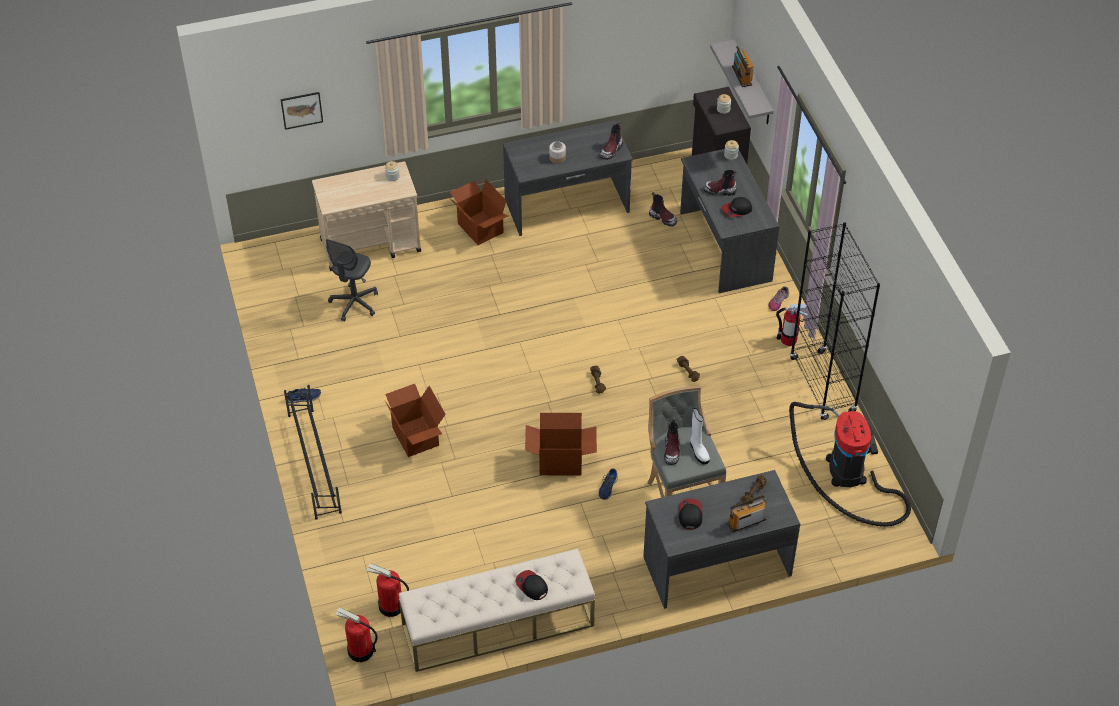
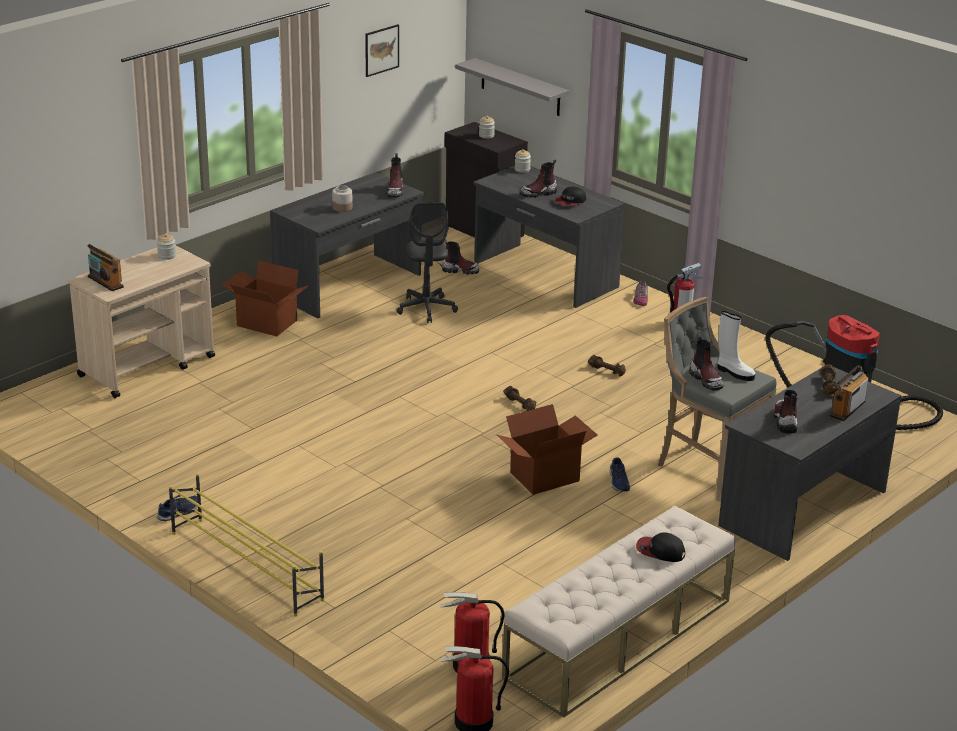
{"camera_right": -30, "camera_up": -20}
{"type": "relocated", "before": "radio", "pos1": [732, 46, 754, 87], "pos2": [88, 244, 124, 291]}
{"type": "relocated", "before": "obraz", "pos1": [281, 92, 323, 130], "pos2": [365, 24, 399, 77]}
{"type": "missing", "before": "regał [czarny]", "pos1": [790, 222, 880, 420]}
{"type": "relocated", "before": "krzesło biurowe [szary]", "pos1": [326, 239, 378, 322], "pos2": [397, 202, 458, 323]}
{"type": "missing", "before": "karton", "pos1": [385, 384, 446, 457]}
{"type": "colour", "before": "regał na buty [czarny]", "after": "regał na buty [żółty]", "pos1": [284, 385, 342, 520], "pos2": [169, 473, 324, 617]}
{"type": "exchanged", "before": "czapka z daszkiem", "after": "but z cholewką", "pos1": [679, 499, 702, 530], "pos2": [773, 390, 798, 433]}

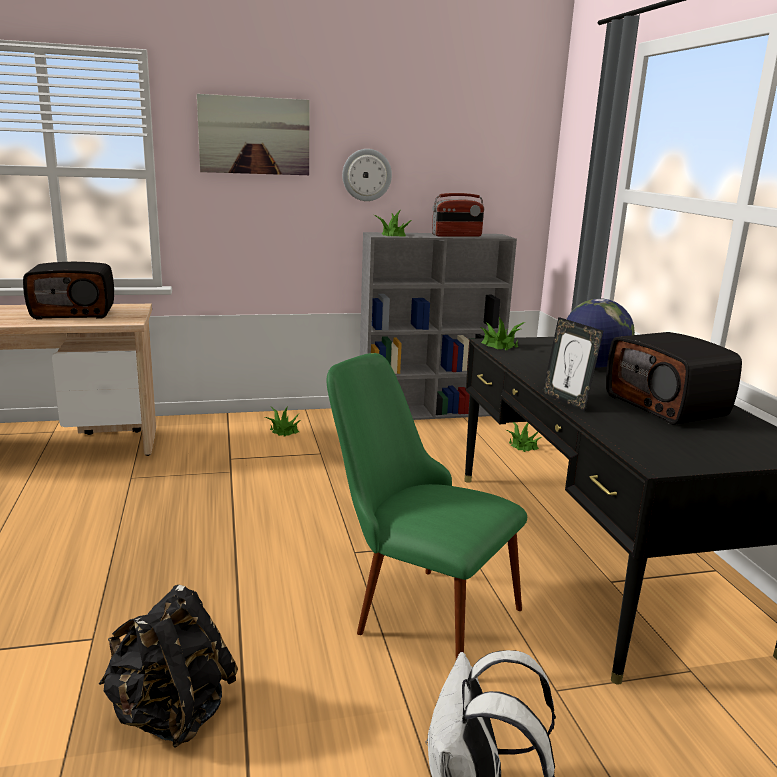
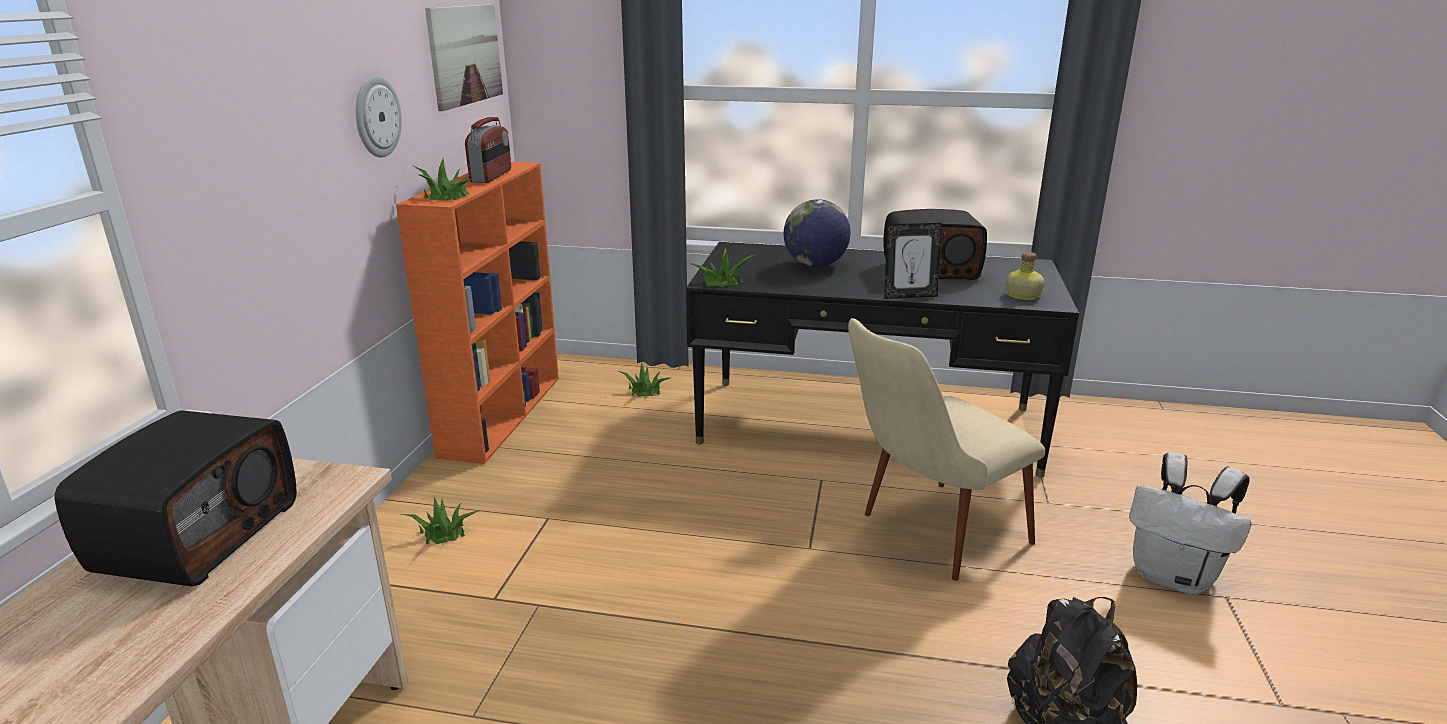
{"camera_right": -65, "camera_up": 5}
{"type": "relocated", "before": "obraz", "pos1": [197, 94, 309, 175], "pos2": [425, 4, 503, 111]}
{"type": "colour", "before": "regał [szary]", "after": "regał [pomarańczowy]", "pos1": [360, 232, 517, 420], "pos2": [396, 162, 559, 464]}
{"type": "colour", "before": "krzesło [zielony]", "after": "krzesło [beżowy]", "pos1": [327, 353, 527, 659], "pos2": [848, 318, 1045, 581]}
{"type": "appeared", "after": "butelka", "pos2": [1006, 252, 1044, 300]}

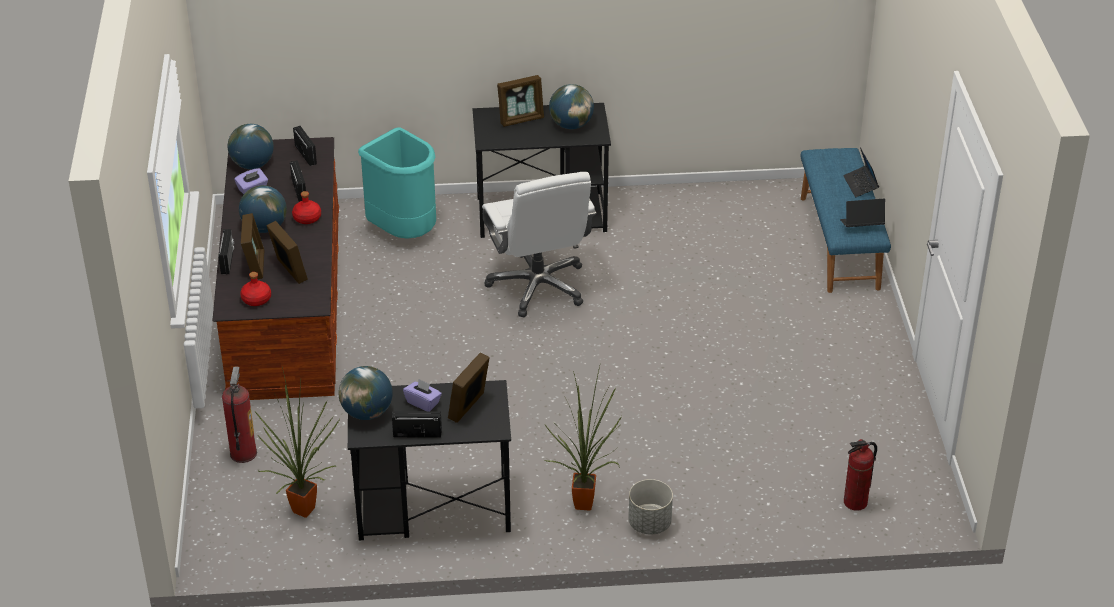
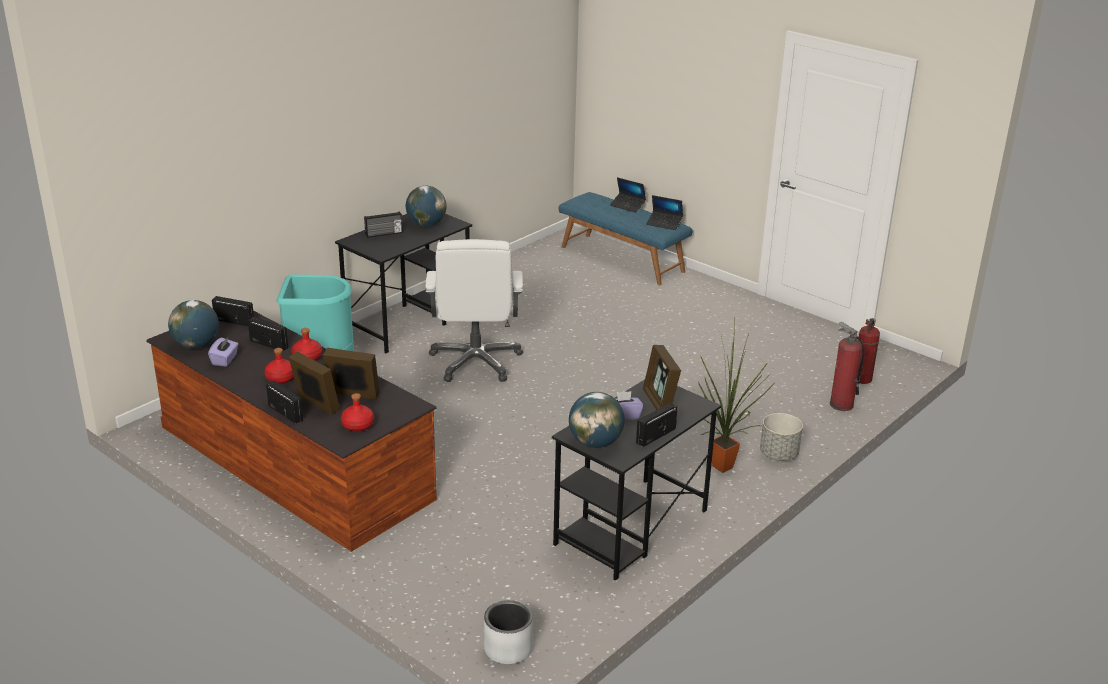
{"camera_right": -45, "camera_up": -10}
{"type": "exchanged", "before": "ramka na zdjęcie", "after": "radio", "pos1": [497, 75, 544, 127], "pos2": [364, 211, 403, 238]}
{"type": "spun", "before": "krzesło biurowe [biały]", "pos1": [482, 172, 597, 317], "pos2": [426, 239, 523, 382], "turn": 60}
{"type": "exchanged", "before": "globus", "after": "butelka [czerwony]", "pos1": [239, 185, 287, 233], "pos2": [264, 348, 294, 384]}
{"type": "spun", "before": "laptop", "pos1": [840, 199, 885, 227], "pos2": [646, 195, 683, 230], "turn": -105}
{"type": "relocated", "before": "gaśnica", "pos1": [222, 366, 257, 463], "pos2": [830, 322, 865, 411]}
{"type": "missing", "before": "roślina doniczkowa", "pos1": [255, 367, 340, 518]}
{"type": "appeared", "after": "donica [szary]", "pos2": [484, 600, 533, 664]}

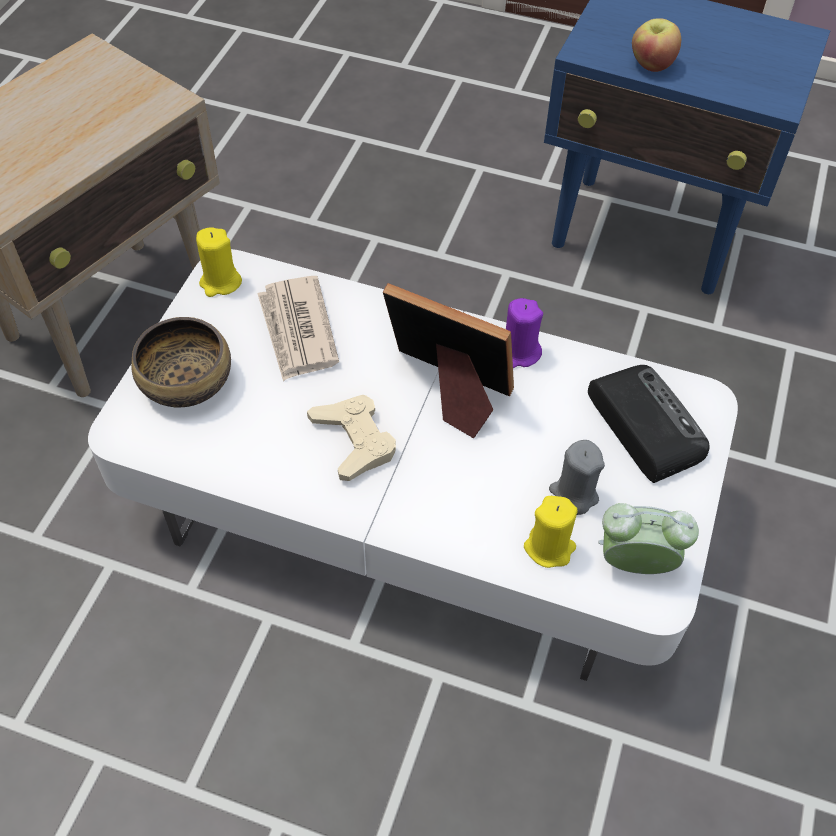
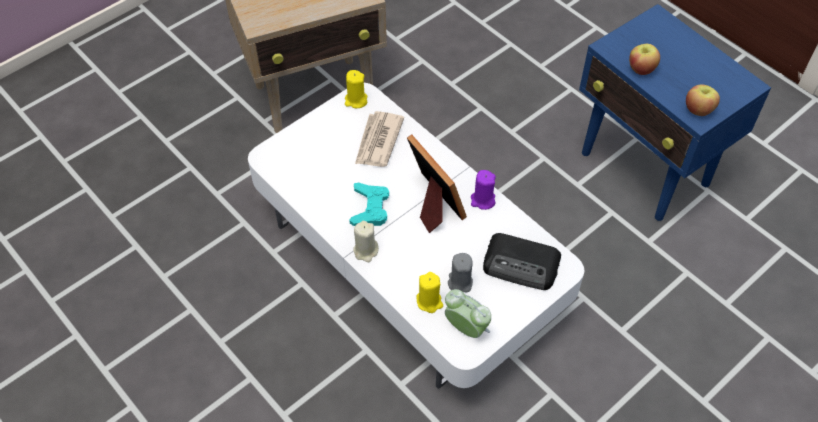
{"camera_right": 30, "camera_up": 0}
{"type": "missing", "before": "miska", "pos1": [131, 317, 231, 408]}
{"type": "spun", "before": "radio", "pos1": [588, 365, 709, 483], "pos2": [483, 233, 561, 290], "turn": 105}
{"type": "colour", "before": "pad do gier [beżowy]", "after": "pad do gier [turkusowy]", "pos1": [307, 395, 396, 481], "pos2": [349, 183, 389, 226]}
{"type": "appeared", "after": "jabłko", "pos2": [686, 84, 720, 116]}
{"type": "appeared", "after": "świeca [beżowy]", "pos2": [353, 221, 379, 262]}

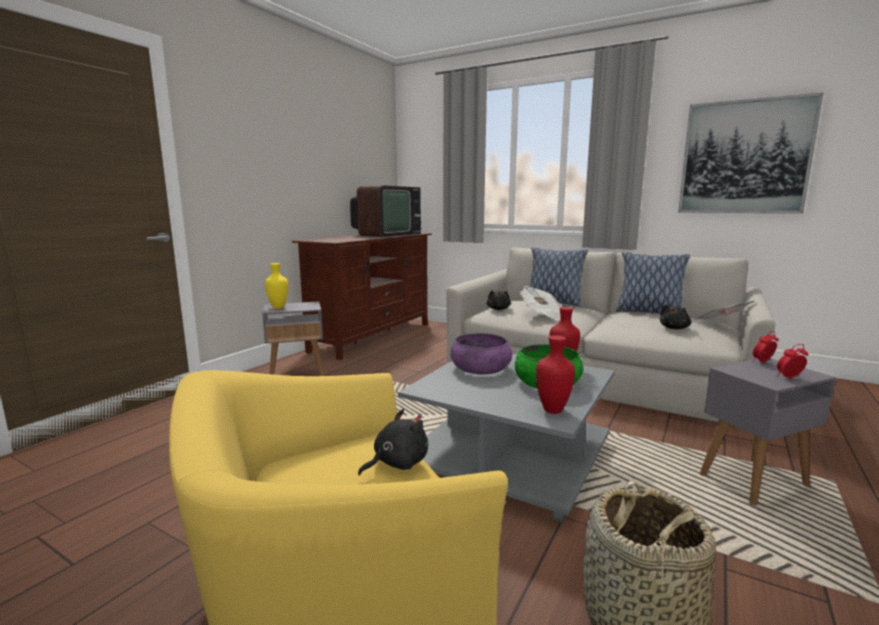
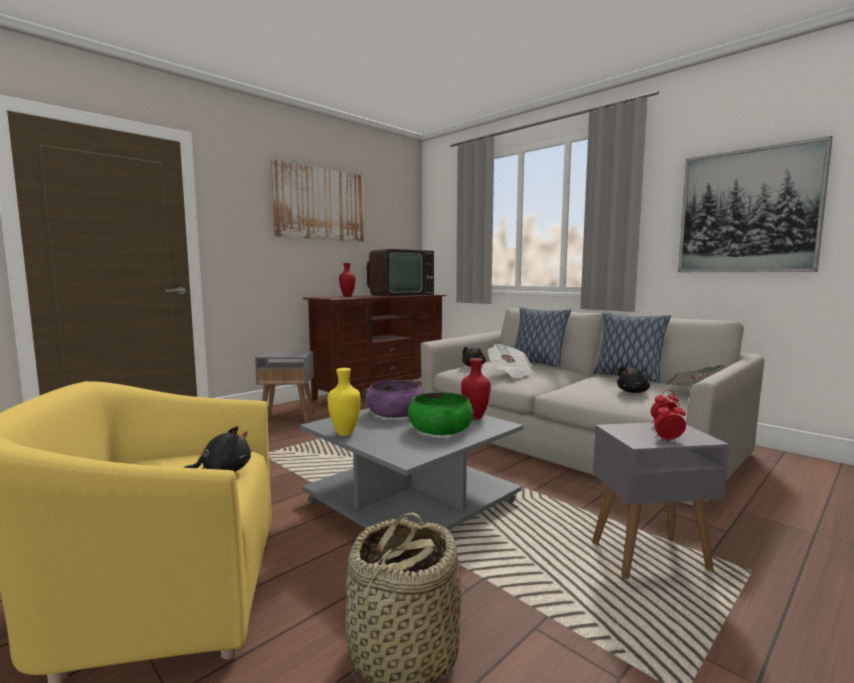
{"camera_right": 15, "camera_up": -5}
{"type": "relocated", "before": "wazon [żółty]", "pos1": [265, 263, 288, 309], "pos2": [327, 368, 361, 436]}
{"type": "relocated", "before": "wazon [czerwony]", "pos1": [536, 335, 575, 414], "pos2": [339, 263, 356, 297]}
{"type": "appeared", "after": "obraz", "pos2": [271, 159, 365, 242]}

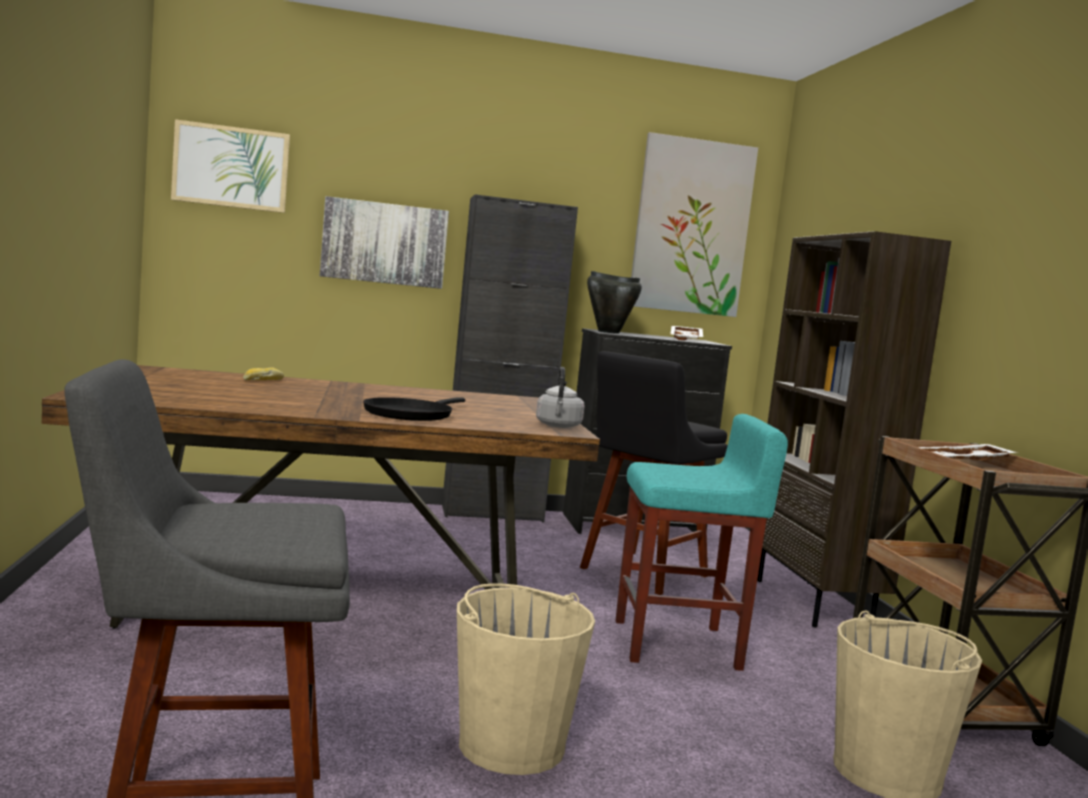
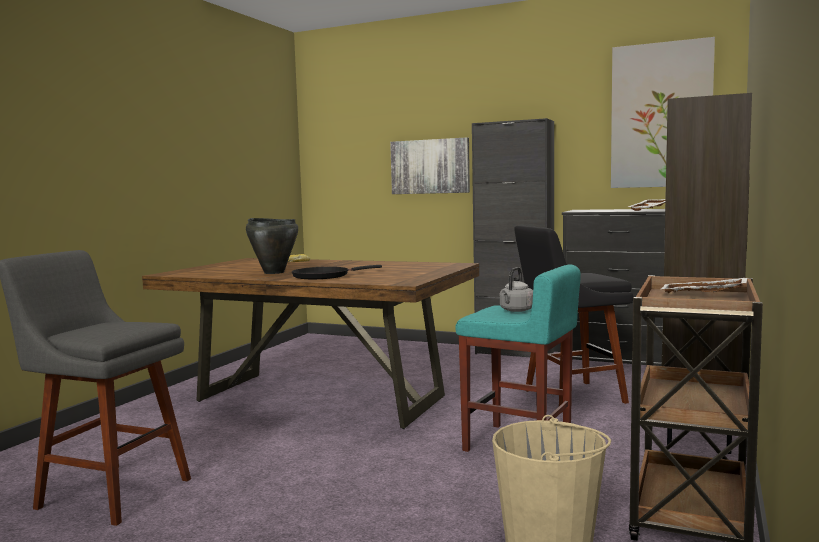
{"camera_right": 35, "camera_up": 0}
{"type": "missing", "before": "obraz", "pos1": [171, 119, 290, 213]}
{"type": "relocated", "before": "garnek [czarny]", "pos1": [587, 271, 642, 334], "pos2": [246, 218, 298, 274]}
{"type": "relocated", "before": "czajnik [szary]", "pos1": [536, 367, 585, 428], "pos2": [500, 267, 533, 312]}
{"type": "missing", "before": "wiadro [beżowy]", "pos1": [457, 583, 595, 775]}

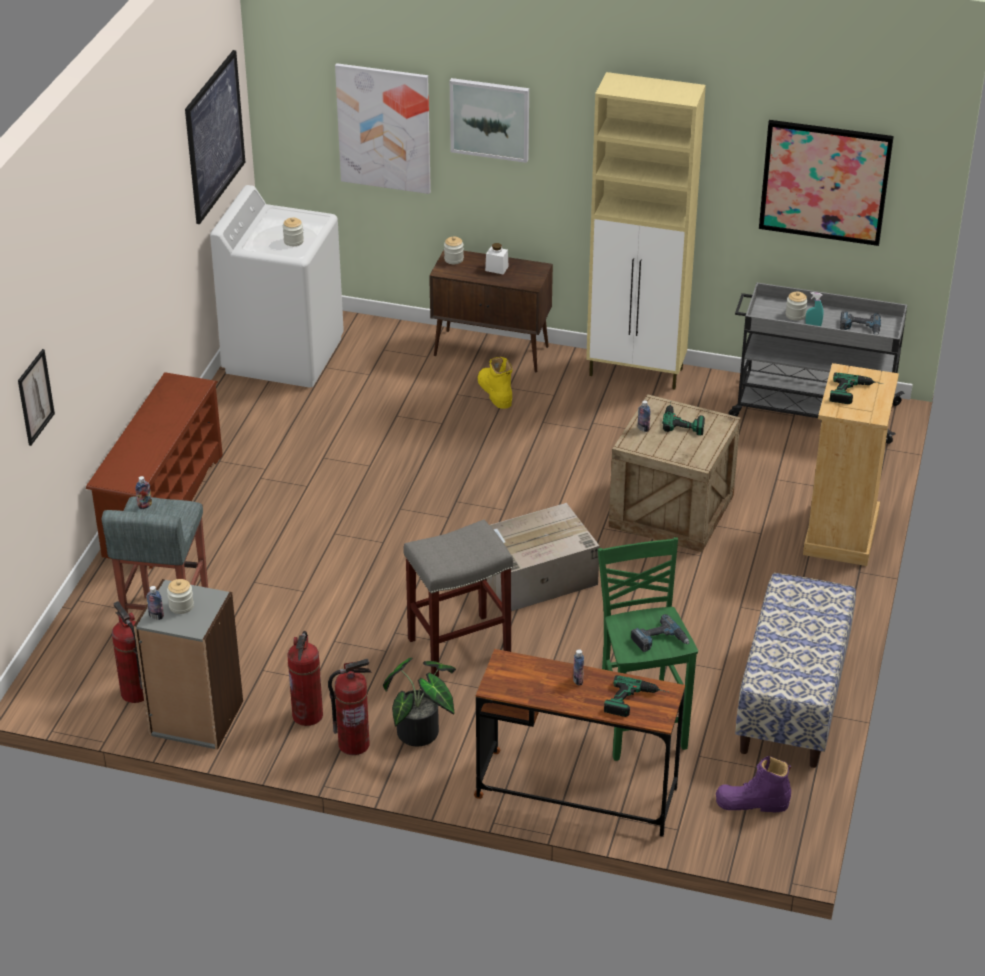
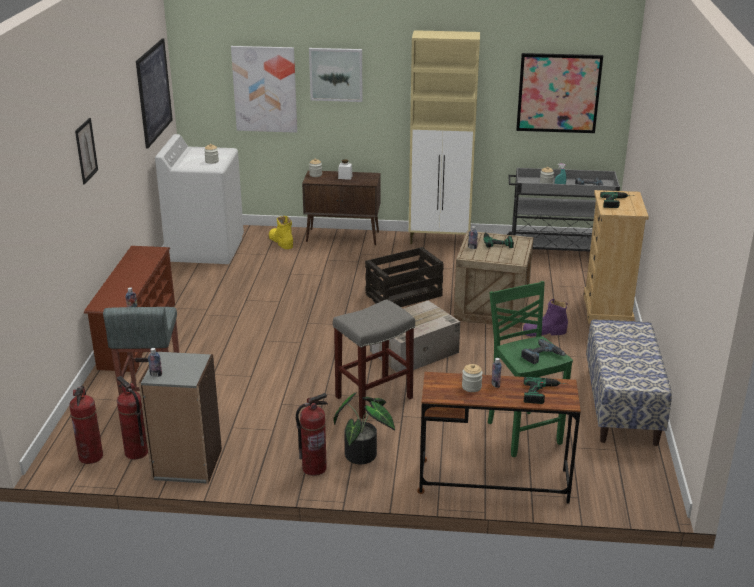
{"camera_right": -10, "camera_up": -10}
{"type": "relocated", "before": "obraz", "pos1": [18, 349, 55, 446], "pos2": [75, 118, 98, 184]}
{"type": "relocated", "before": "but z cholewką [żółty]", "pos1": [478, 357, 512, 409], "pos2": [269, 216, 293, 249]}
{"type": "relocated", "before": "słoik", "pos1": [167, 579, 194, 614], "pos2": [462, 364, 483, 392]}
{"type": "relocated", "before": "gaśnica", "pos1": [288, 631, 323, 726], "pos2": [69, 386, 103, 464]}
{"type": "relocated", "before": "but z cholewką [fioletowy]", "pos1": [716, 756, 791, 813], "pos2": [523, 299, 568, 337]}
{"type": "appeared", "after": "skrzynka", "pos2": [365, 247, 444, 307]}

